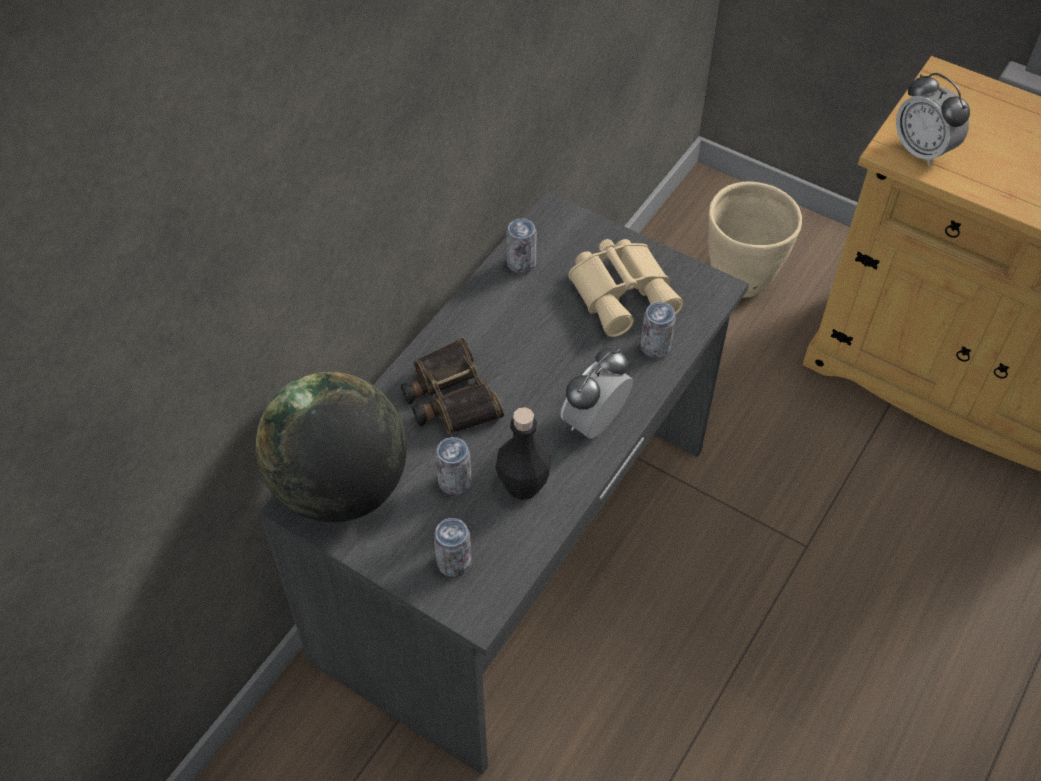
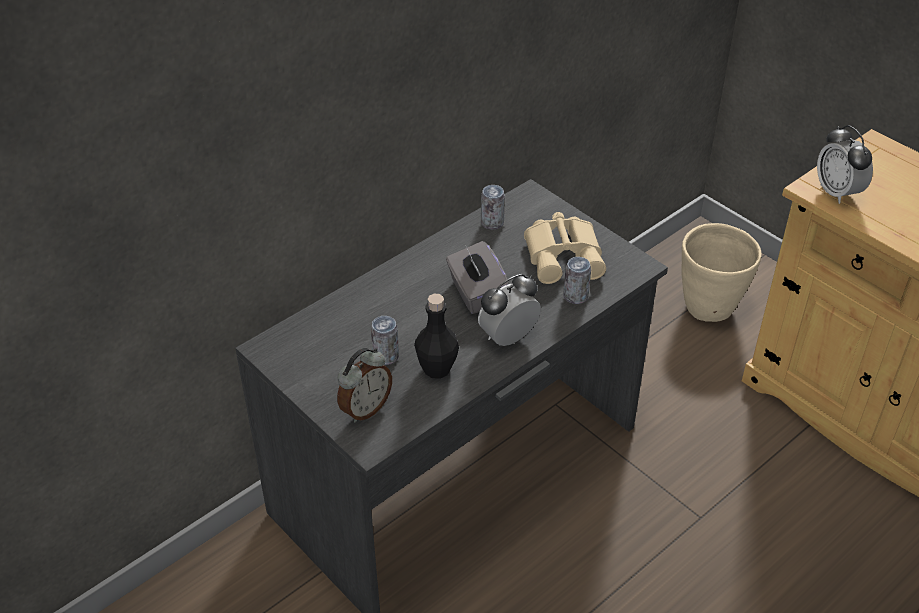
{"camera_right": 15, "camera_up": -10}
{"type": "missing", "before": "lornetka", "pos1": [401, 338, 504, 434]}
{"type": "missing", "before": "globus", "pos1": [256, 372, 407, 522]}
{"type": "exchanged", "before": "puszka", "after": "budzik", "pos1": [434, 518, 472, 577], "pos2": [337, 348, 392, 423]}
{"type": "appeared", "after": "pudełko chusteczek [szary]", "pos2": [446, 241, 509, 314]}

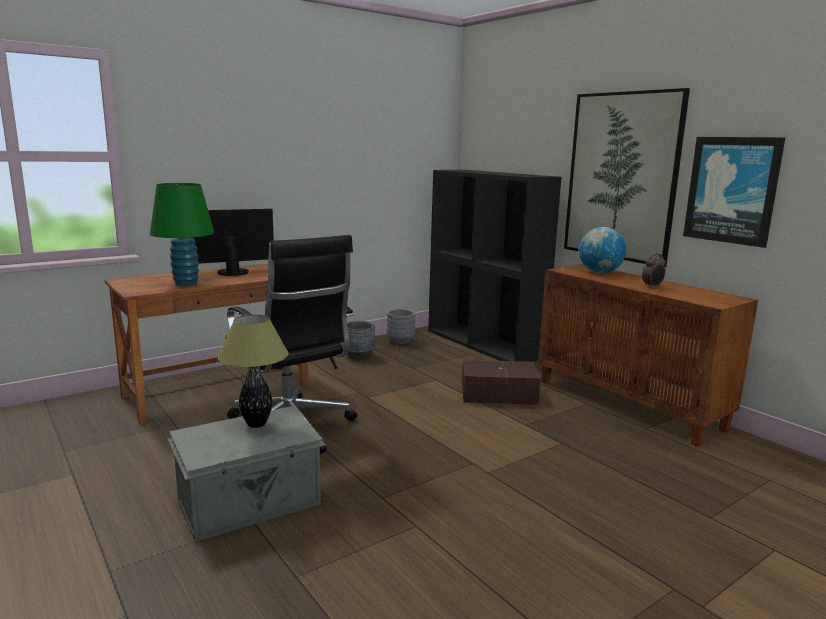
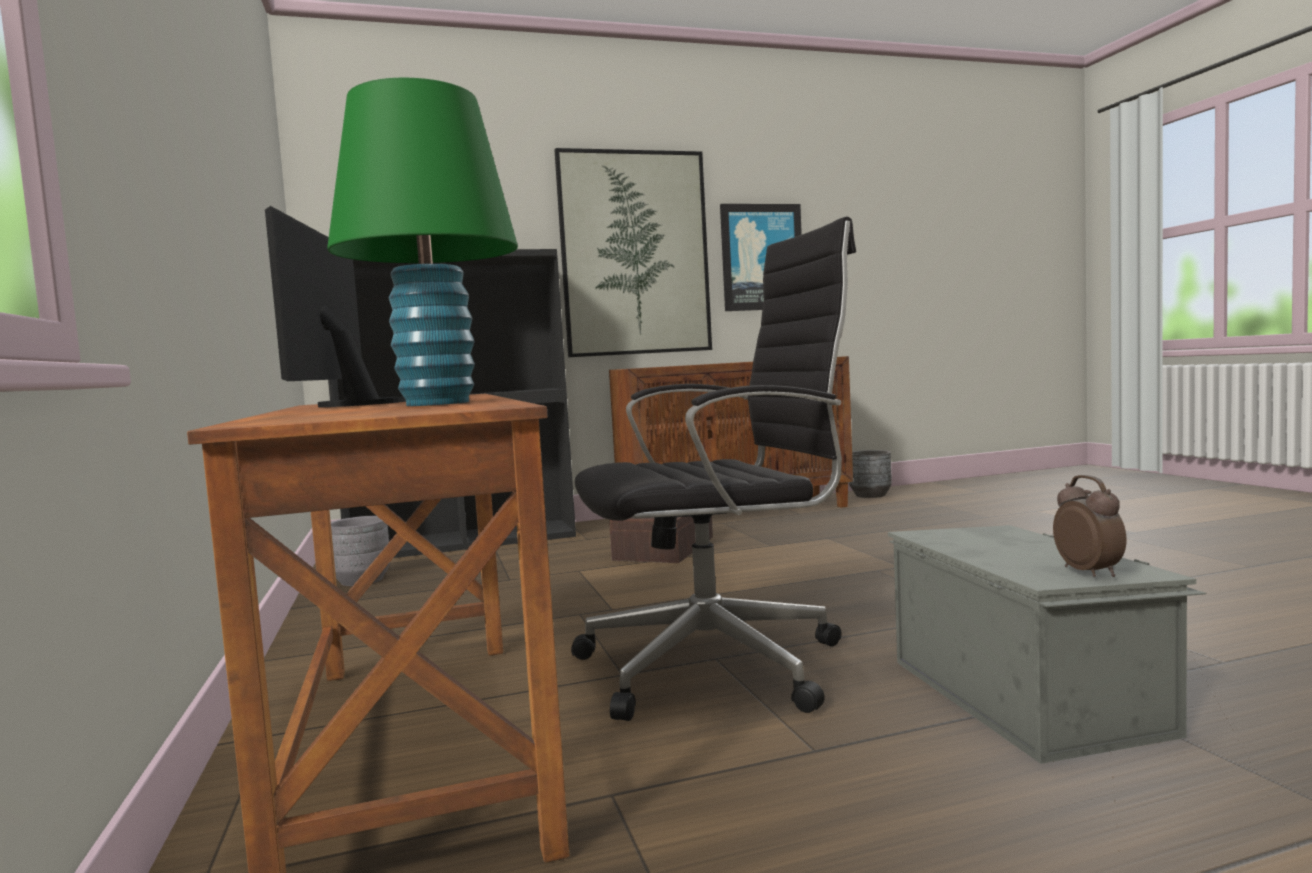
{"camera_right": -70, "camera_up": -10}
{"type": "missing", "before": "globus", "pos1": [579, 227, 627, 273]}
{"type": "relocated", "before": "budzik", "pos1": [642, 253, 666, 288], "pos2": [1053, 475, 1126, 577]}
{"type": "missing", "before": "lampa stołowa", "pos1": [218, 314, 288, 428]}
{"type": "relocated", "before": "donica [szary]", "pos1": [347, 321, 375, 359], "pos2": [849, 450, 892, 498]}

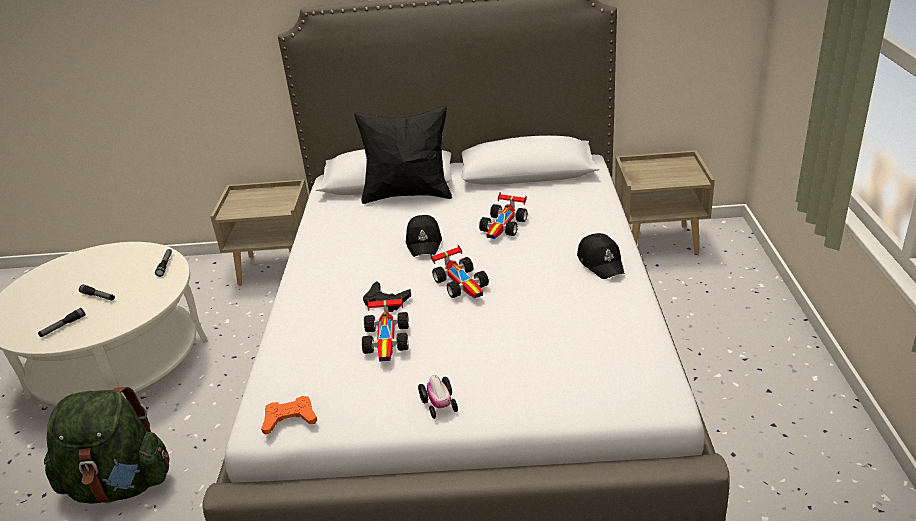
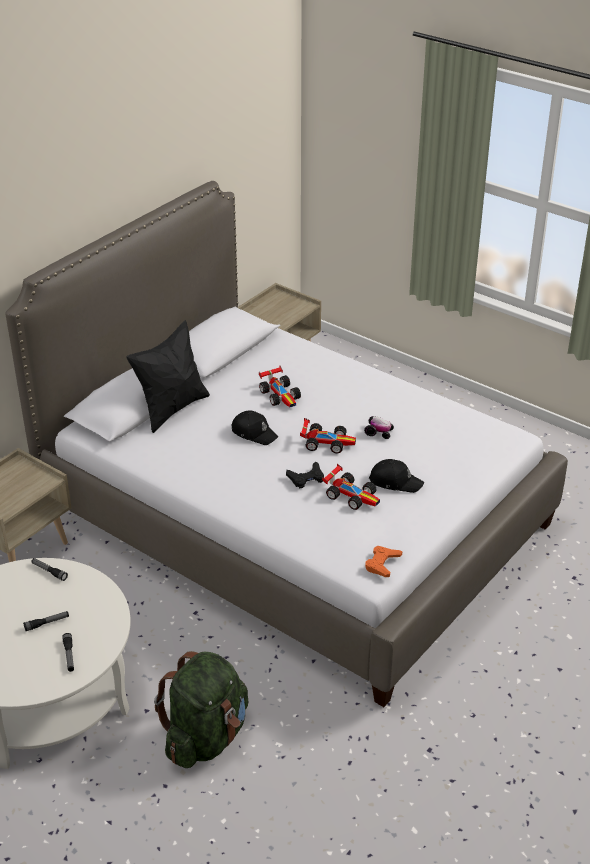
{"camera_right": -55, "camera_up": 5}
{"type": "relocated", "before": "czapka z daszkiem [czarny]", "pos1": [577, 233, 625, 279], "pos2": [369, 459, 424, 493]}
{"type": "relocated", "before": "samochodzik", "pos1": [418, 375, 458, 419], "pos2": [364, 416, 394, 439]}

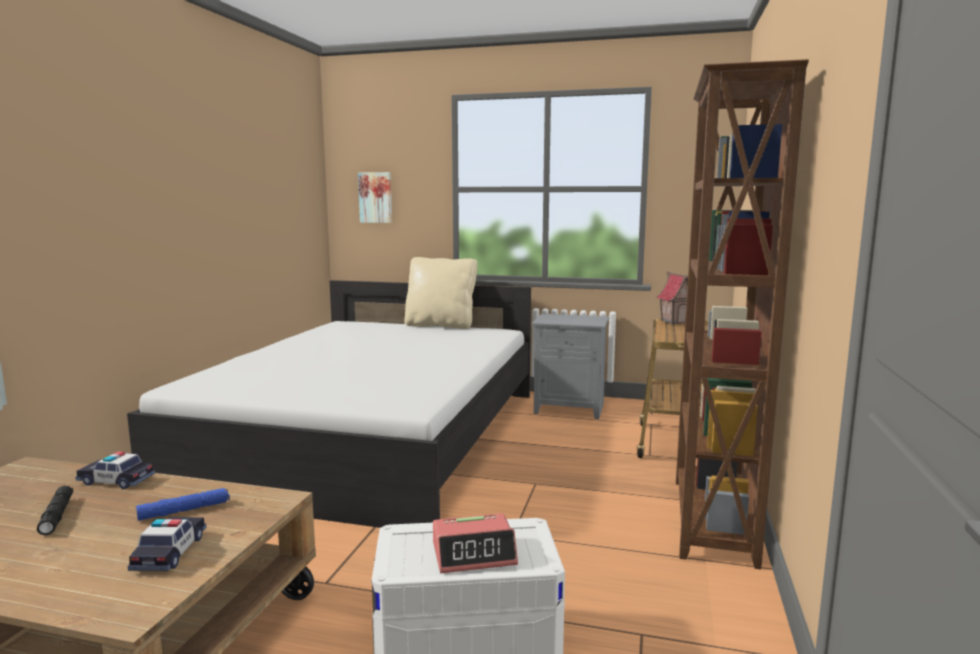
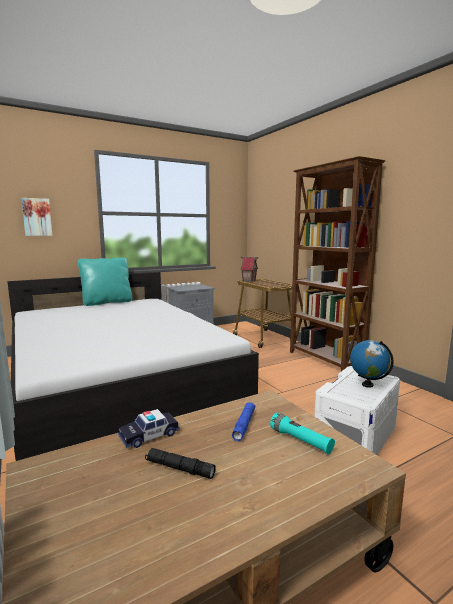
{"camera_right": -45, "camera_up": 0}
{"type": "colour", "before": "poduszka [beżowy]", "after": "poduszka [turkusowy]", "pos1": [404, 257, 477, 329], "pos2": [78, 257, 132, 306]}
{"type": "exchanged", "before": "budzik", "after": "globus", "pos1": [433, 513, 518, 573], "pos2": [350, 340, 394, 388]}
{"type": "exchanged", "before": "samochodzik", "after": "latarka [turkusowy]", "pos1": [127, 517, 207, 571], "pos2": [270, 413, 335, 454]}

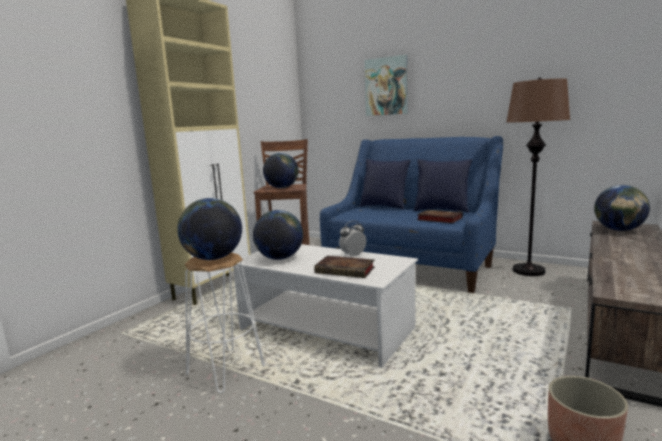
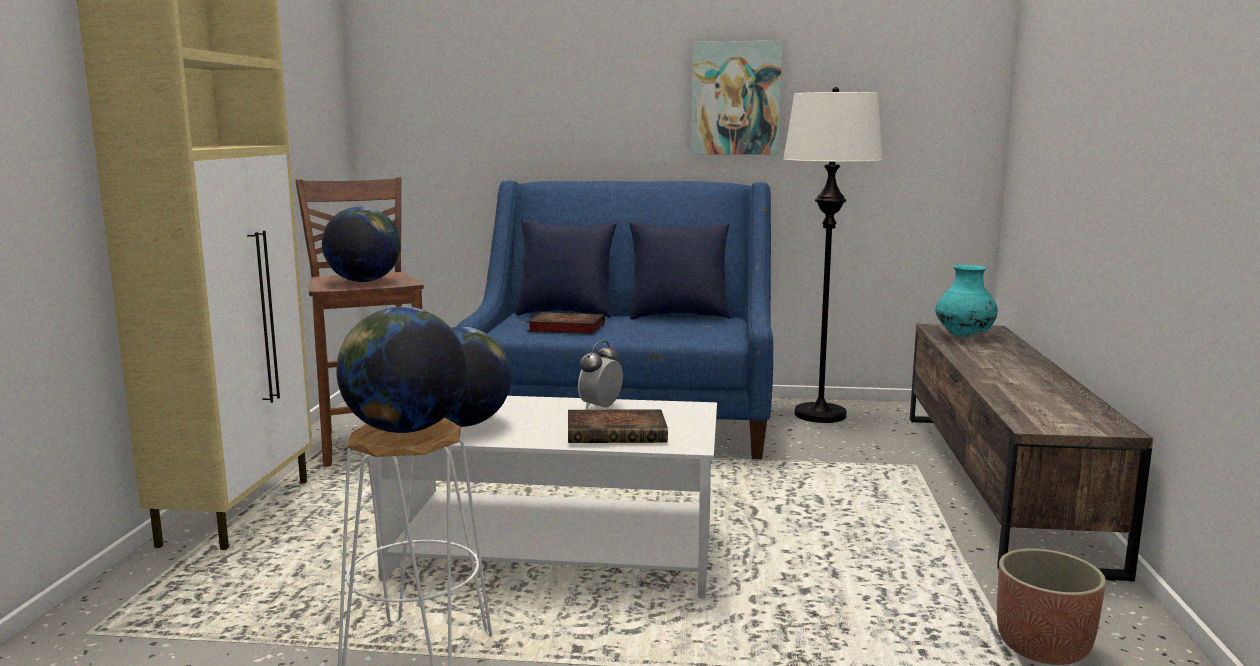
{"camera_right": -25, "camera_up": 0}
{"type": "relocated", "before": "obraz", "pos1": [365, 55, 408, 116], "pos2": [691, 41, 782, 155]}
{"type": "colour", "before": "lampa stojąca [brązowy]", "after": "lampa stojąca [biały]", "pos1": [506, 77, 571, 276], "pos2": [783, 87, 883, 423]}
{"type": "exchanged", "before": "globus", "after": "wazon [turkusowy]", "pos1": [594, 185, 650, 231], "pos2": [936, 265, 998, 338]}
{"type": "relocated", "before": "książka", "pos1": [417, 210, 463, 223], "pos2": [527, 312, 605, 334]}

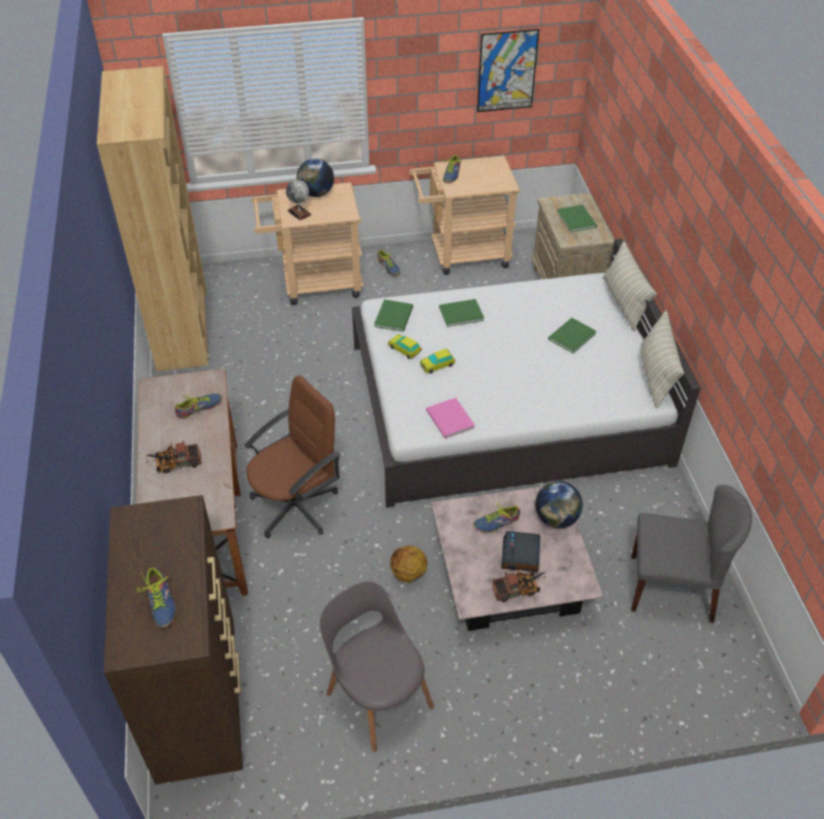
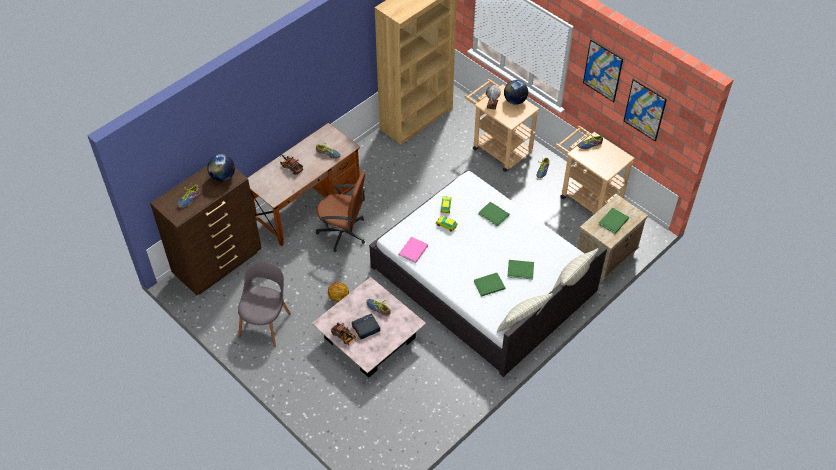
{"camera_right": 55, "camera_up": 5}
{"type": "relocated", "before": "książka [zielony]", "pos1": [374, 299, 413, 332], "pos2": [474, 273, 505, 297]}
{"type": "relocated", "before": "globus", "pos1": [535, 481, 583, 528], "pos2": [207, 154, 235, 182]}
{"type": "missing", "before": "krzesło [szary]", "pos1": [631, 485, 752, 623]}
{"type": "appeared", "after": "obraz", "pos2": [583, 40, 623, 102]}

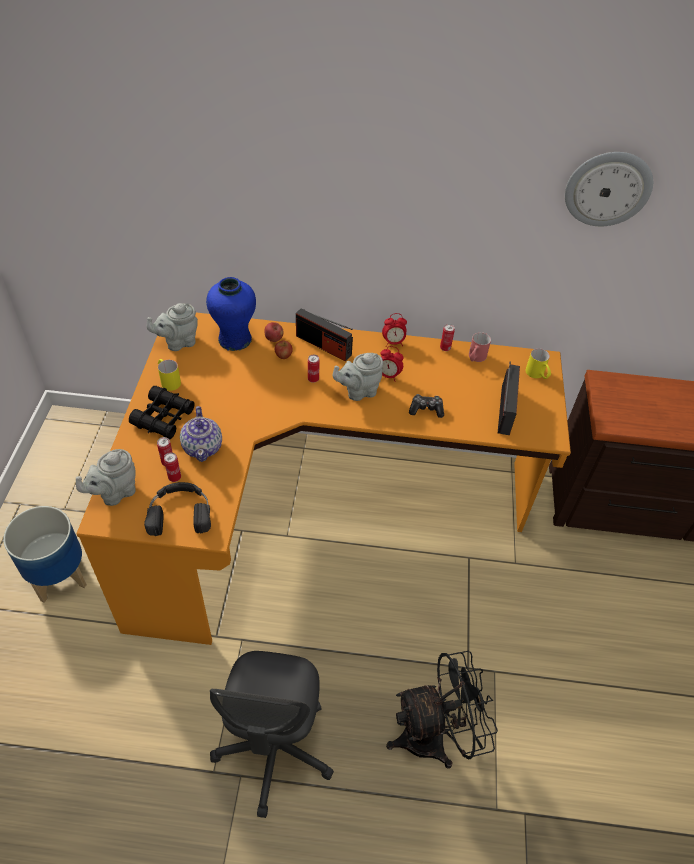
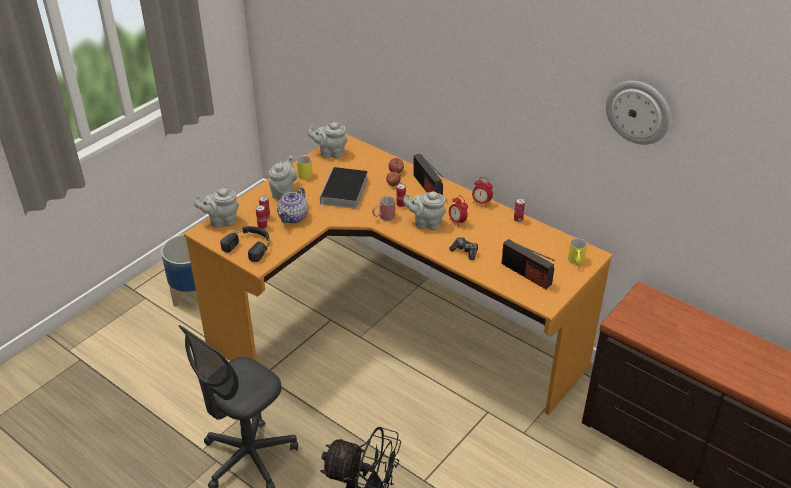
{"camera_right": 35, "camera_up": -10}
{"type": "missing", "before": "wazon [niebieski]", "pos1": [206, 277, 256, 351]}
{"type": "relocated", "before": "kubek [czerwony]", "pos1": [469, 332, 491, 362], "pos2": [372, 196, 395, 221]}
{"type": "spun", "before": "radio", "pos1": [498, 361, 520, 435], "pos2": [501, 239, 554, 289], "turn": 90}
{"type": "exchanged", "before": "lornetka [czarny]", "after": "imbryk [szary]", "pos1": [129, 386, 195, 439], "pos2": [269, 156, 297, 200]}
{"type": "appeared", "after": "książka", "pos2": [320, 167, 368, 211]}

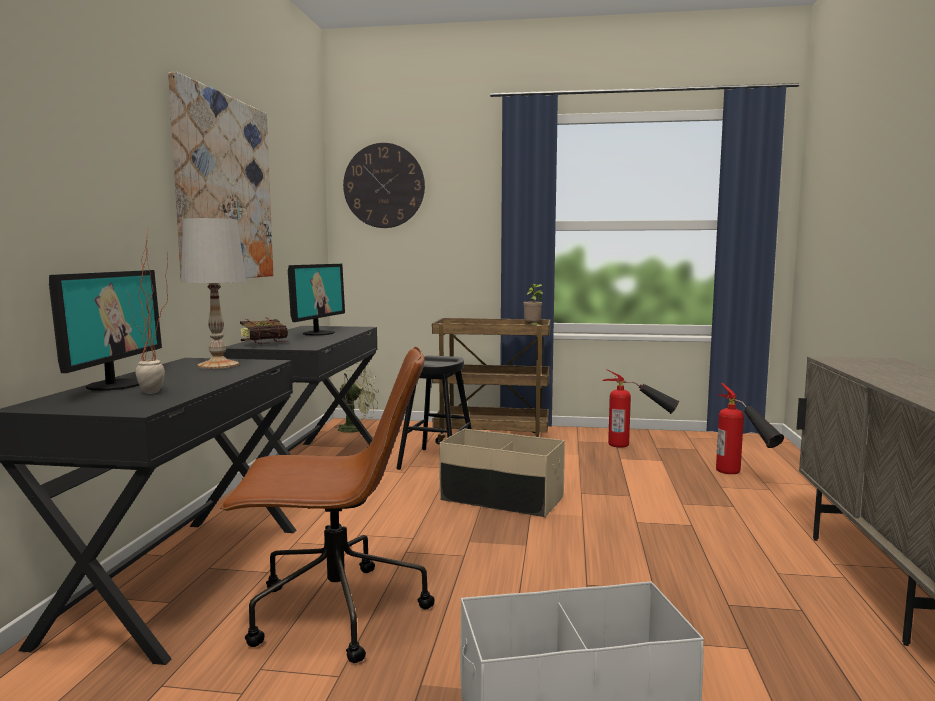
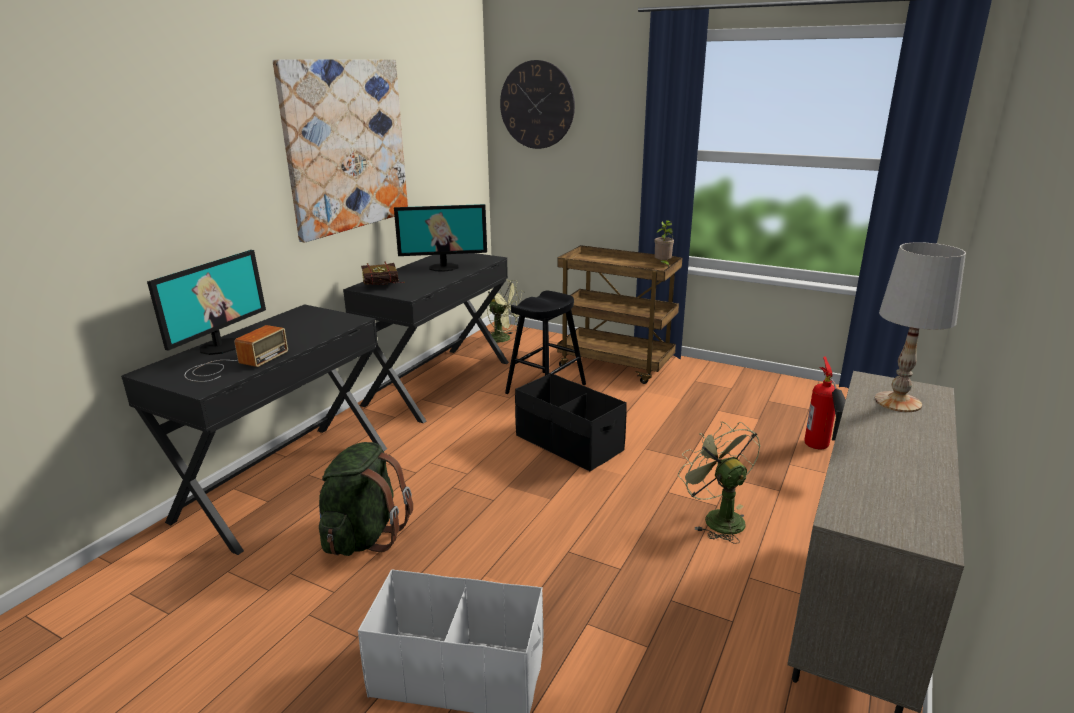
{"camera_right": 20, "camera_up": 15}
{"type": "relocated", "before": "lampa stołowa [biały]", "pos1": [181, 218, 246, 369], "pos2": [875, 242, 966, 412]}
{"type": "exchanged", "before": "roślina doniczkowa", "after": "radio", "pos1": [128, 230, 168, 394], "pos2": [185, 325, 288, 382]}
{"type": "spun", "before": "monitor", "pos1": [288, 264, 345, 336], "pos2": [394, 204, 487, 272], "turn": 45}
{"type": "exchanged", "before": "krzesło biurowe [brązowy]", "after": "plecak [zielony]", "pos1": [220, 347, 435, 663], "pos2": [319, 442, 413, 556]}
{"type": "missing", "before": "gaśnica", "pos1": [602, 369, 679, 448]}
{"type": "colour", "before": "pojemnik do przechowywania [beżowy]", "after": "pojemnik do przechowywania [czarny]", "pos1": [439, 429, 565, 517], "pos2": [515, 373, 627, 471]}
{"type": "appeared", "after": "wentylator [zielony]", "pos2": [678, 421, 761, 544]}

